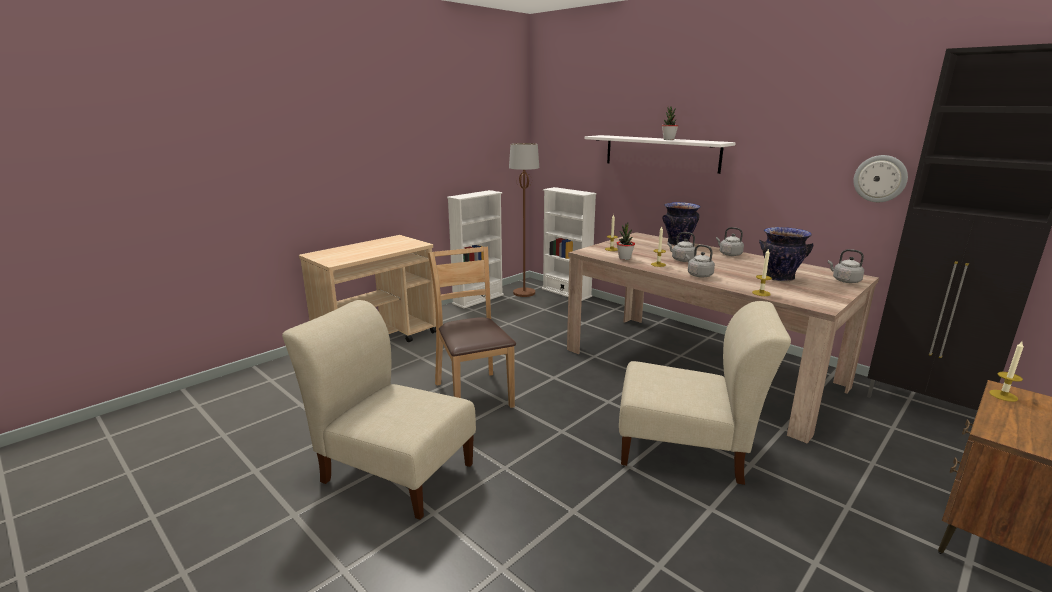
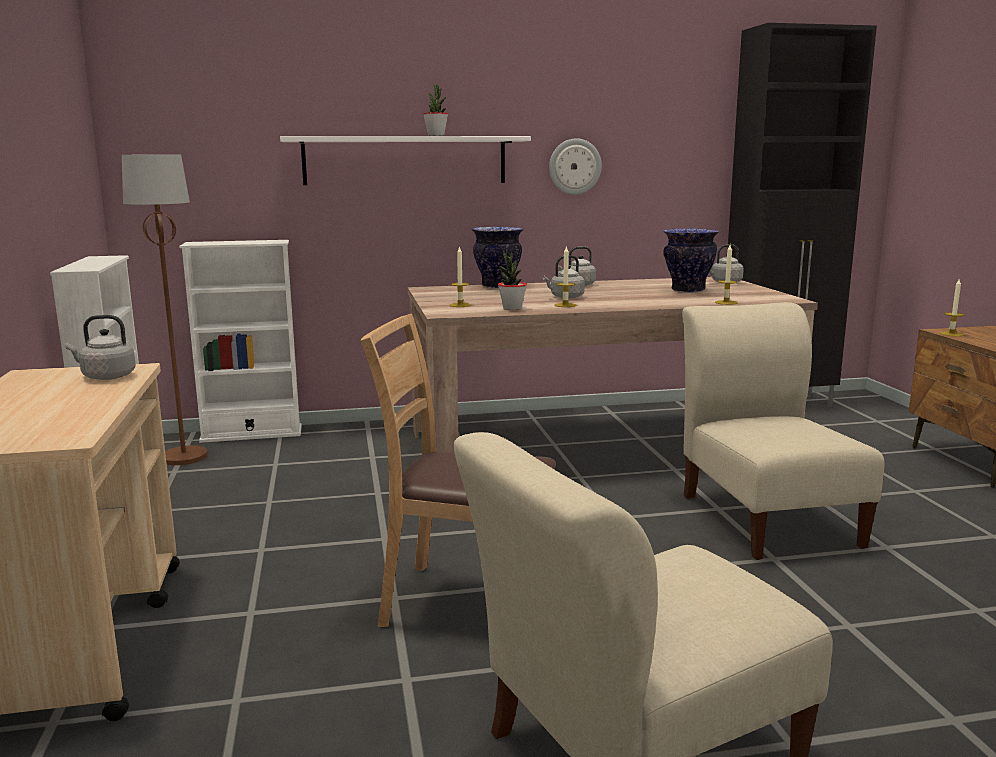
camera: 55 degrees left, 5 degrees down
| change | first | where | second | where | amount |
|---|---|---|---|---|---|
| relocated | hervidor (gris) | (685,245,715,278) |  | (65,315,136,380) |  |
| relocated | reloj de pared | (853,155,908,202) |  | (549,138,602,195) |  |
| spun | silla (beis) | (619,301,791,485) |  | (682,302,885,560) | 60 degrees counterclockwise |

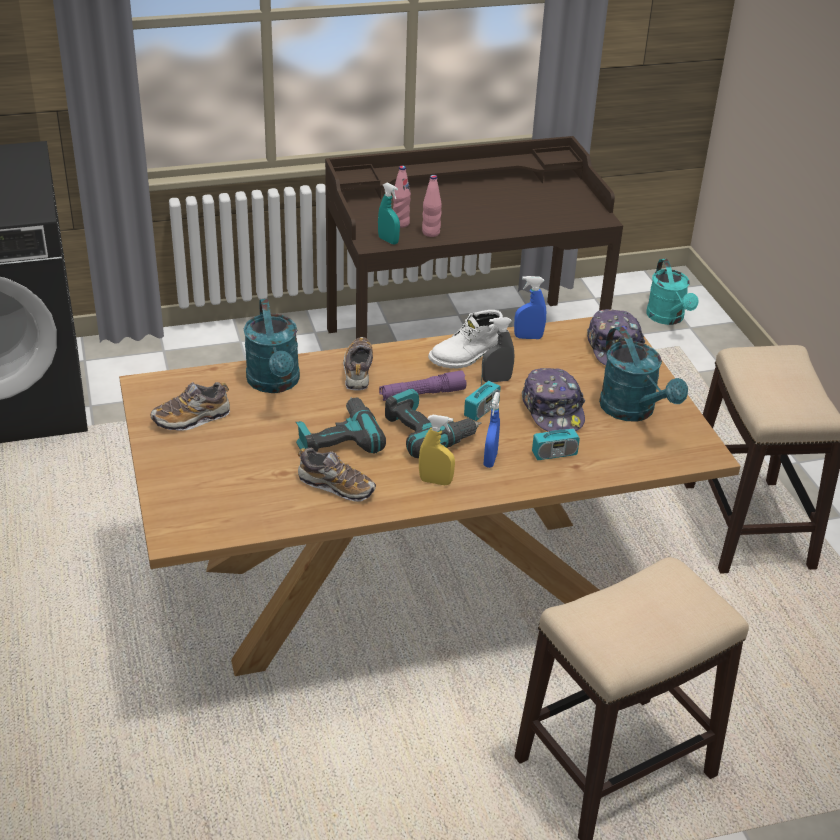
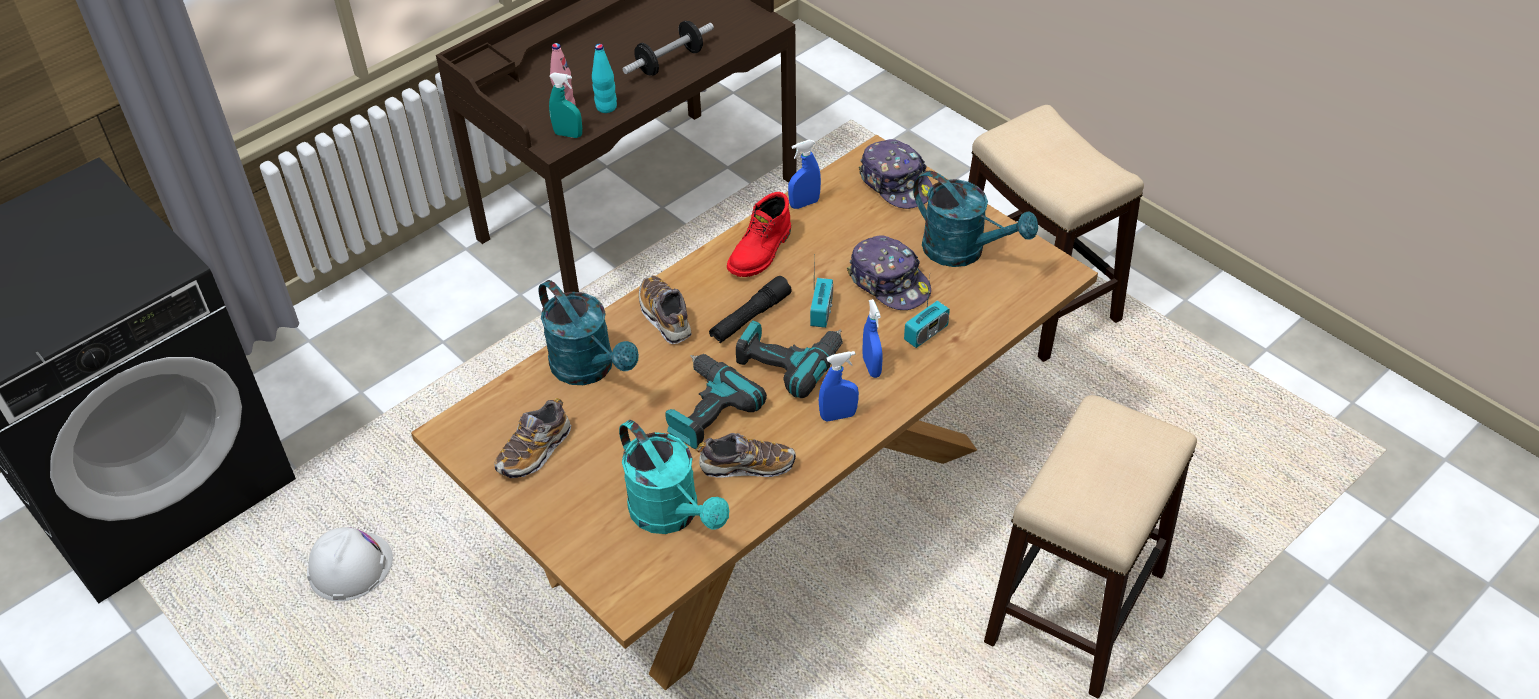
camera: 25 degrees left, 10 degrees up
| change | first | where | second | where | amount |
|---|---|---|---|---|---|
| missing | pulverizador (gris) | (482,317,514,382) |  |  |  |
| appeared |  |  | casco (blanco) | (307,527,393,601) |  |
| appeared |  |  | mancuerna | (623,21,714,76) |  |
| relocated | regadera (turquesa) | (646,259,699,325) |  | (619,420,729,534) |  |
| colour | linterna (morado) | (379,370,466,401) | linterna (negro) | (709,276,792,343) |  |
| colour | pulverizador (amarillo) | (419,415,455,485) | pulverizador (azul) | (819,351,859,422) |  |
| colour | botella (rosa) | (422,175,442,237) | botella (turquesa) | (592,44,617,113) |  |
| colour | bota (blanco) | (428,310,503,369) | bota (rojo) | (727,192,791,277) |  |

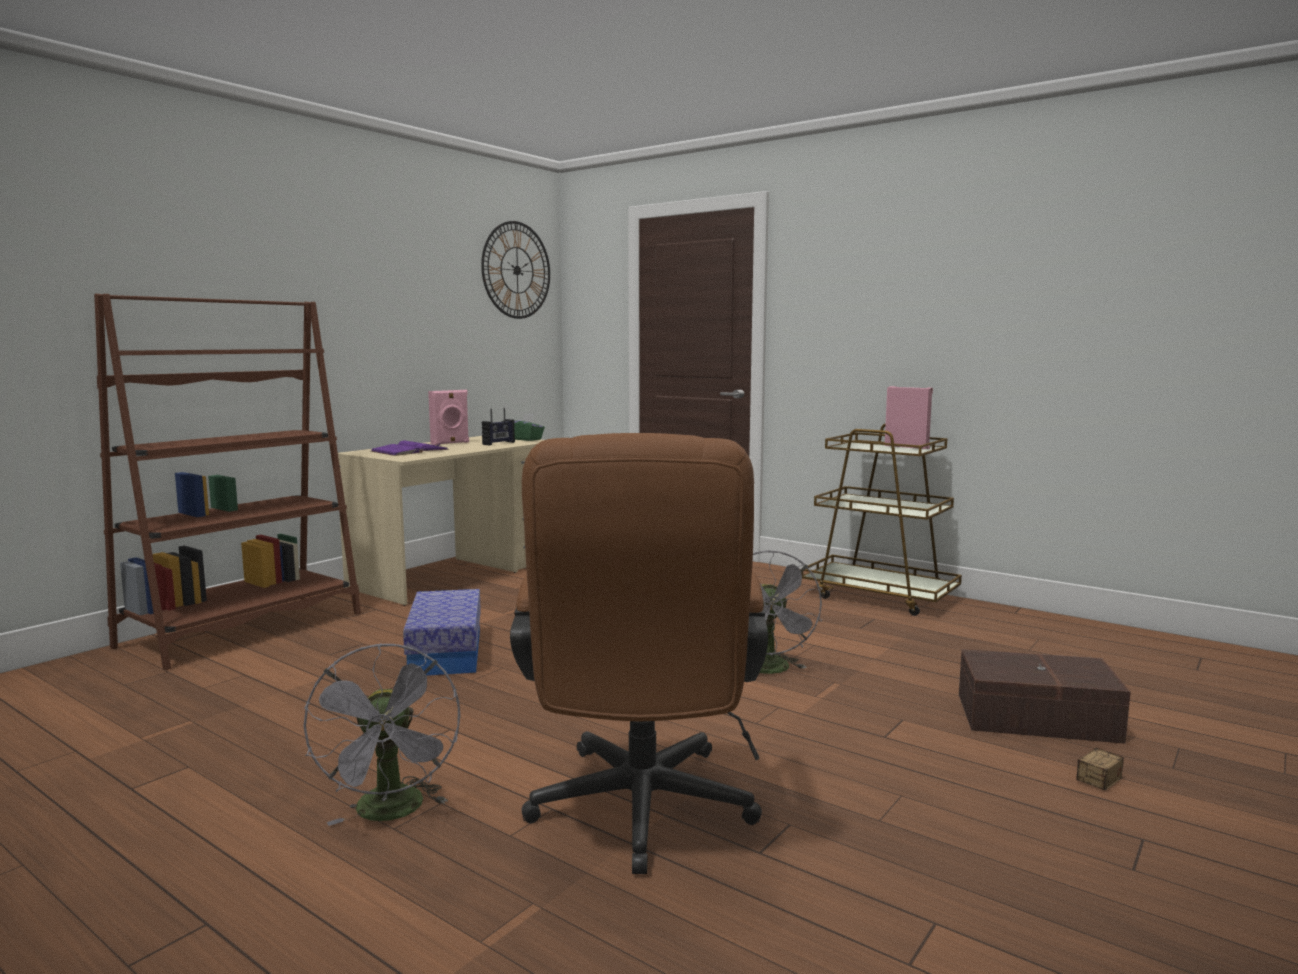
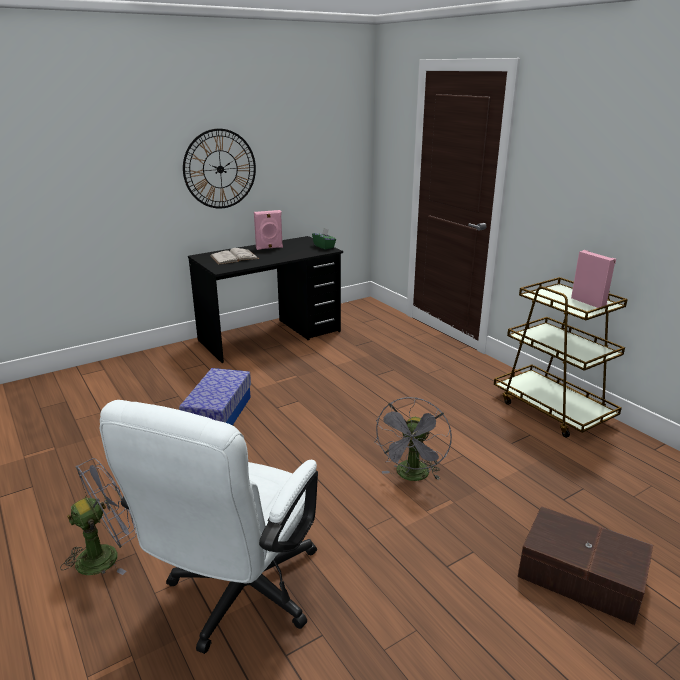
camera: 20 degrees right, 15 degrees up
| change | first | where | second | where | amount |
|---|---|---|---|---|---|
| missing | estantería (marrón) | (94,294,361,670) |  |  |  |
| missing | radio | (482,408,515,445) |  |  |  |
| missing | caja de almacenaje | (1076,735,1124,790) |  |  |  |
| relocated | reloj de pared | (481,221,550,319) |  | (183,129,256,209) |  |
| colour | escritorio (beis) | (338,436,544,606) | escritorio (negro) | (188,236,343,363) |  |
| colour | libro (morado) | (371,441,449,456) | libro (blanco) | (210,248,259,265) |  |
| colour | silla de oficina (marrón) | (510,433,768,874) | silla de oficina (blanco) | (100,400,318,654) |  |
| spun | ventilador (gris) | (303,643,460,826) |  | (60,458,136,575) | 135 degrees counterclockwise |

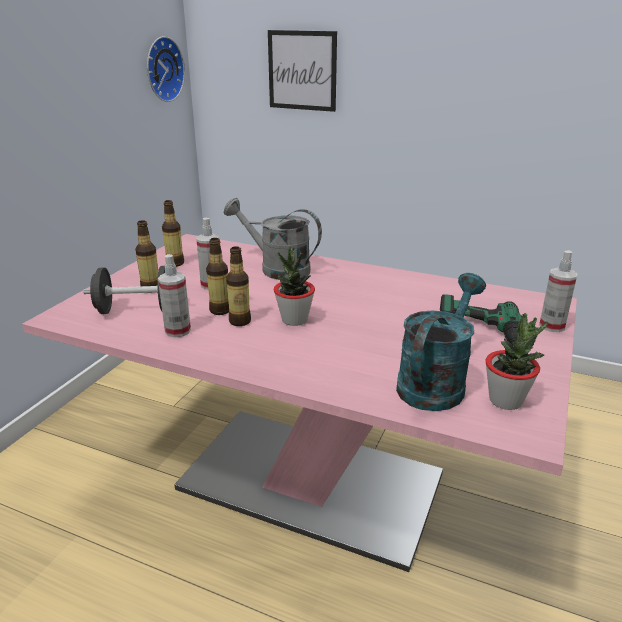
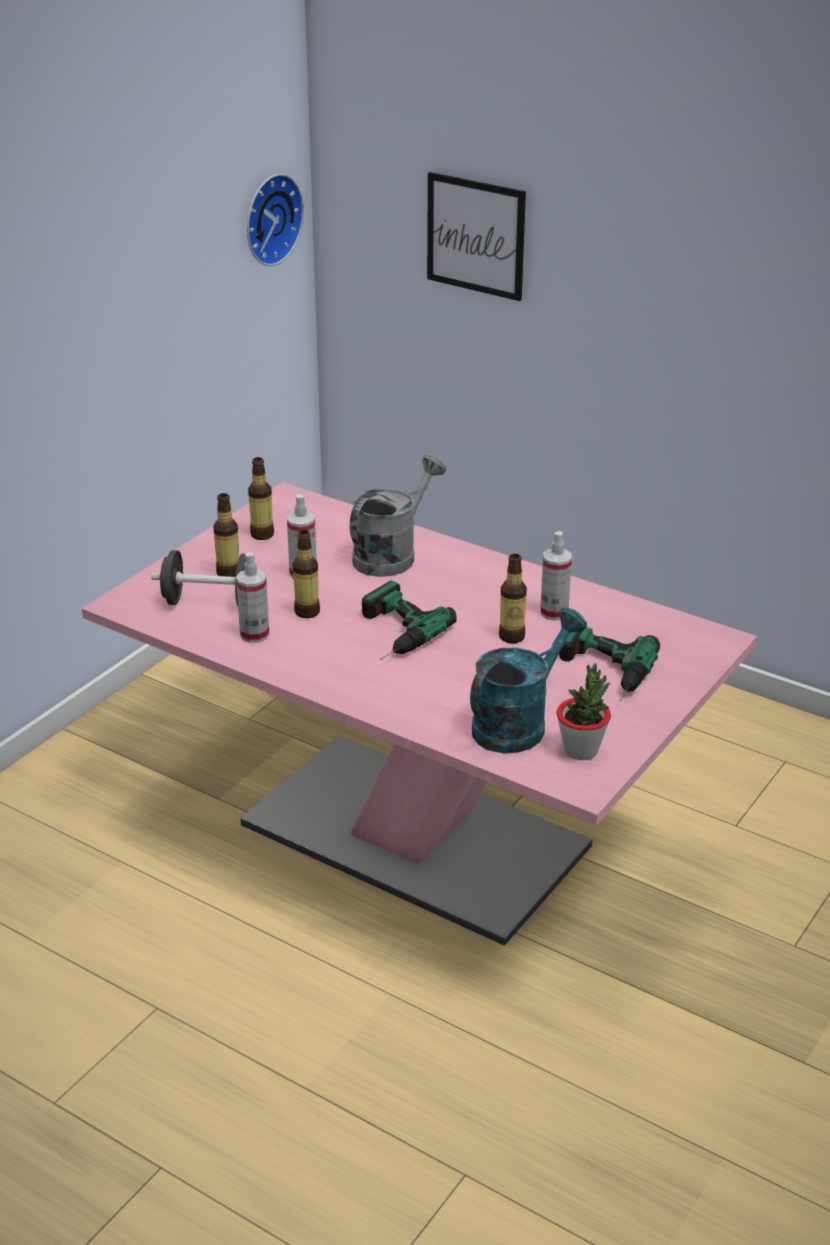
camera: 10 degrees right, 5 degrees up
| change | first | where | second | where | amount |
|---|---|---|---|---|---|
| relocated | botella | (226,246,251,326) |  | (499,554,527,644) |  |
| relocated | pulverizador | (539,250,577,332) |  | (540,531,572,621) |  |
| exchanged | planta en maceta | (274,247,315,326) | taladro | (362,581,456,660) |  |
| spun | regadera (gris) | (224,198,322,280) |  | (350,455,446,577) | 90 degrees clockwise |

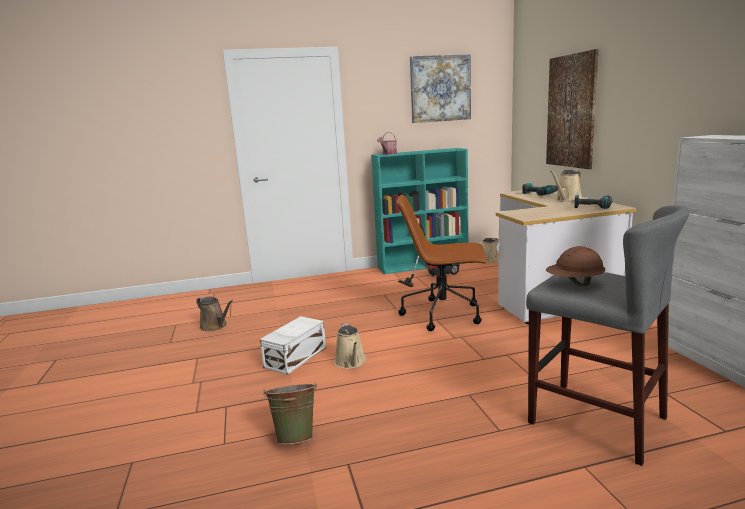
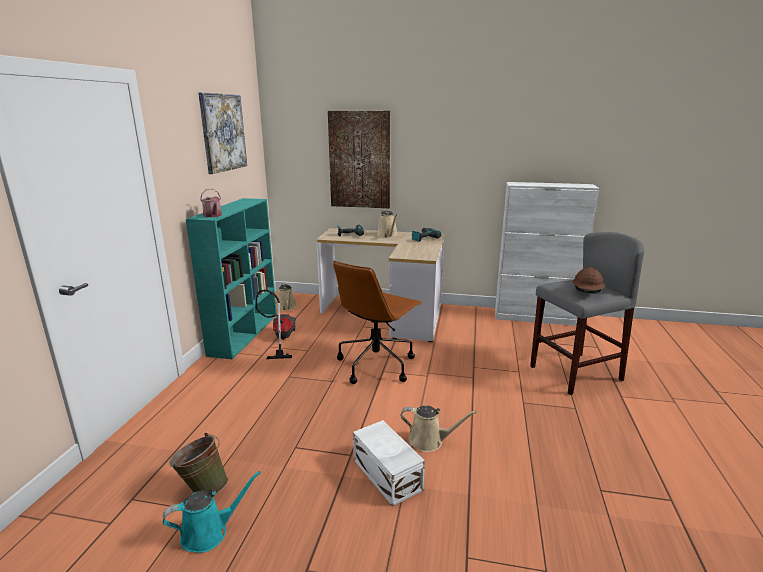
camera: 65 degrees left, 5 degrees up
| change | first | where | second | where | amount |
|---|---|---|---|---|---|
| relocated | cubo (verde) | (263,383,317,445) |  | (169,433,228,495) |  |
| colour | regadera (marrón) | (196,297,233,331) | regadera (turquesa) | (163,471,261,553) |  |

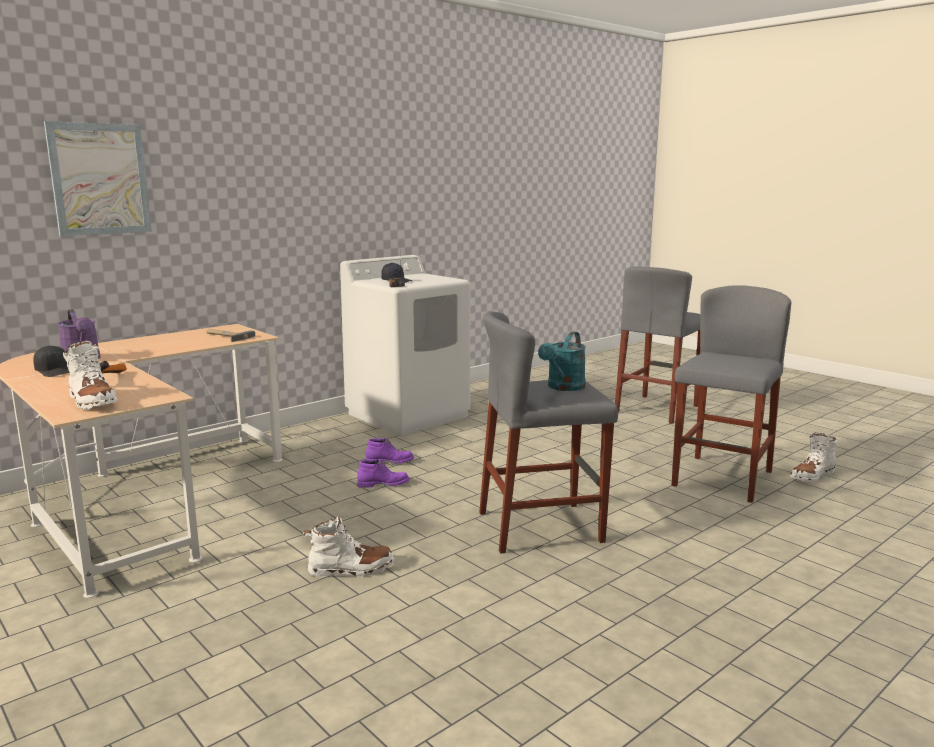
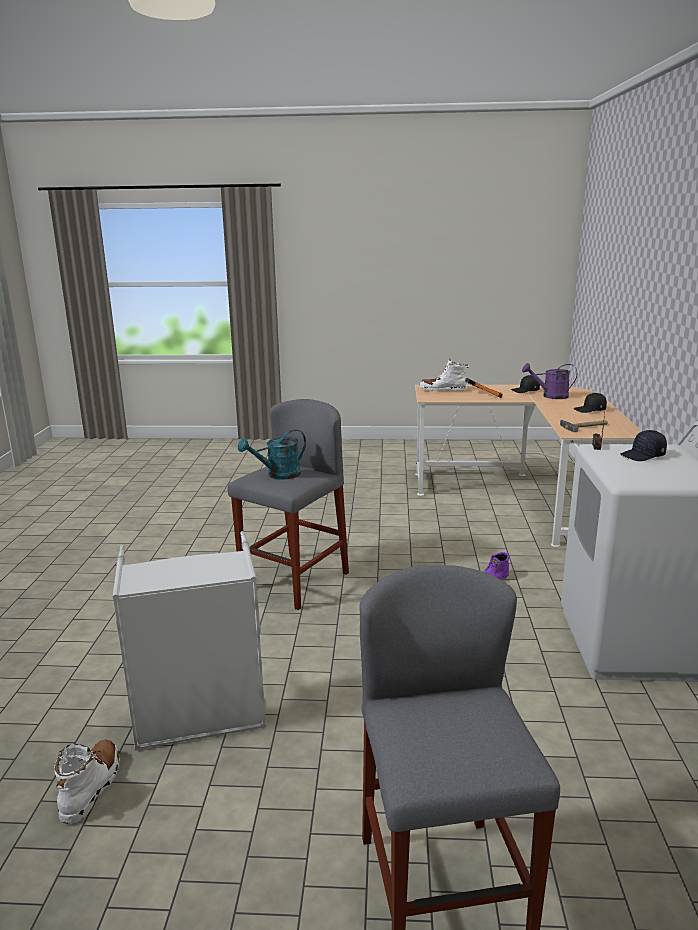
camera: 135 degrees right, 5 degrees up
| change | first | where | second | where | amount |
|---|---|---|---|---|---|
| missing | cuadro | (44,121,152,236) |  |  |  |
| missing | bota (blanco) | (303,516,395,577) |  |  |  |
| missing | bota (morado) | (357,459,410,488) |  |  |  |
| appeared |  |  | gorra (negro) | (574,393,607,413) |  |
| exchanged | taburete (gris) | (672,285,792,503) | cesto de la ropa (gris) | (112,531,267,751) |  |
| spun | regadera (turquesa) | (538,332,586,391) |  | (238,429,306,480) | 105 degrees counterclockwise |

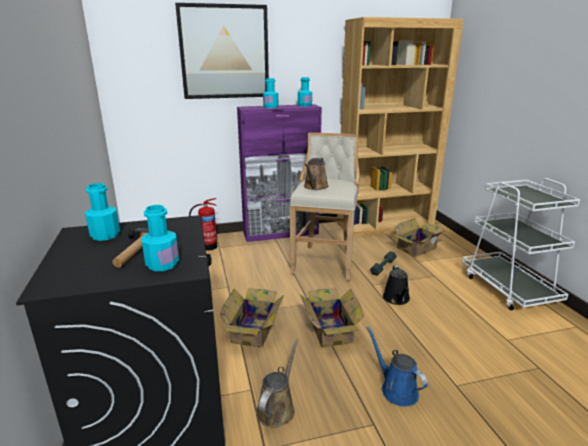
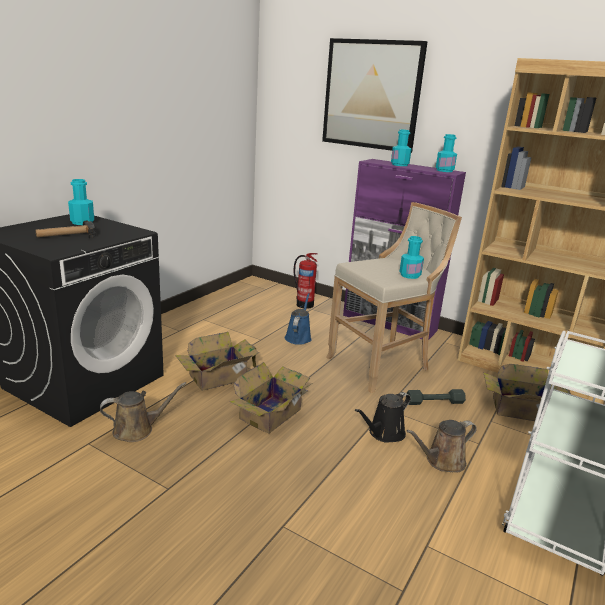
camera: 45 degrees right, 0 degrees up
| change | first | where | second | where | amount |
|---|---|---|---|---|---|
| relocated | botella (turquesa) | (142,205,179,271) |  | (399,236,424,279) |  |
| relocated | regadera (marrón) | (304,157,329,190) |  | (406,420,477,473) |  |
| relocated | regadera (azul) | (367,327,428,407) |  | (285,293,312,345) |  |

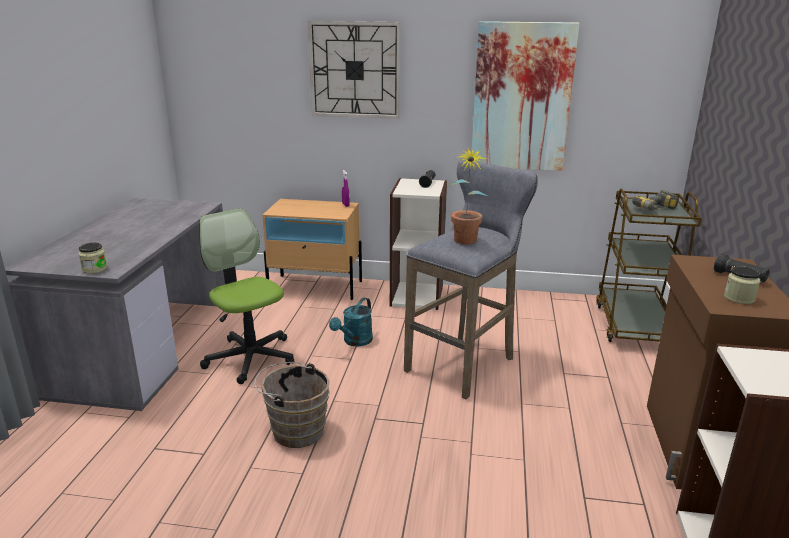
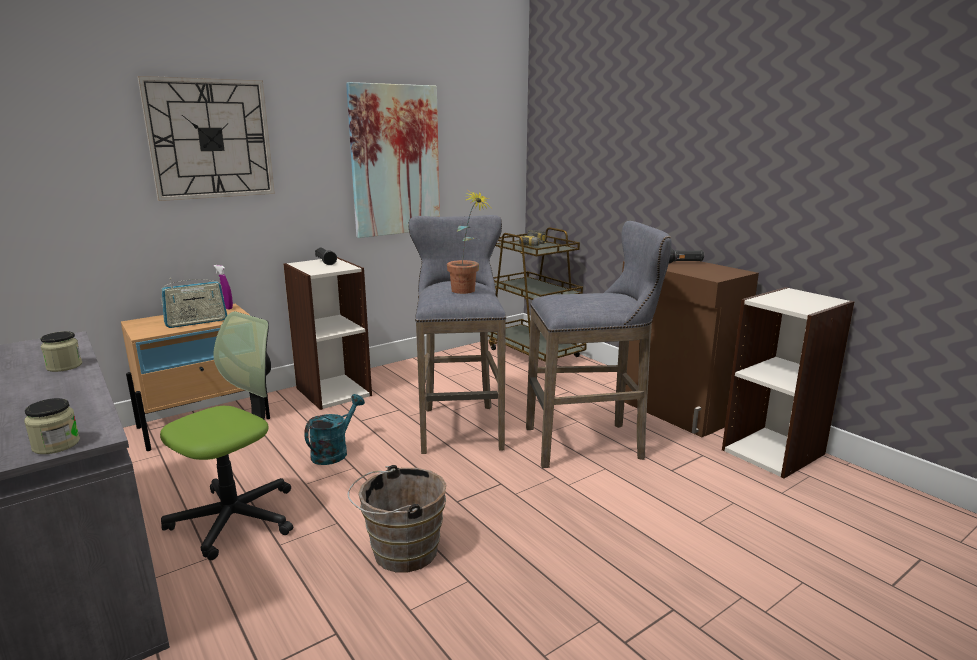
camera: 45 degrees left, 5 degrees down
| change | first | where | second | where | amount |
|---|---|---|---|---|---|
| appeared |  |  | radio | (160,278,227,328) |  |
| appeared |  |  | taburete (gris) | (526,221,672,468) |  |
| relocated | tarro | (724,266,761,304) |  | (41,331,82,372) |  |
| spun | silla de oficina | (199,208,294,384) |  | (160,311,293,560) | 120 degrees clockwise |
| spun | regadera (turquesa) | (329,298,373,346) |  | (304,394,365,465) | 135 degrees counterclockwise |

